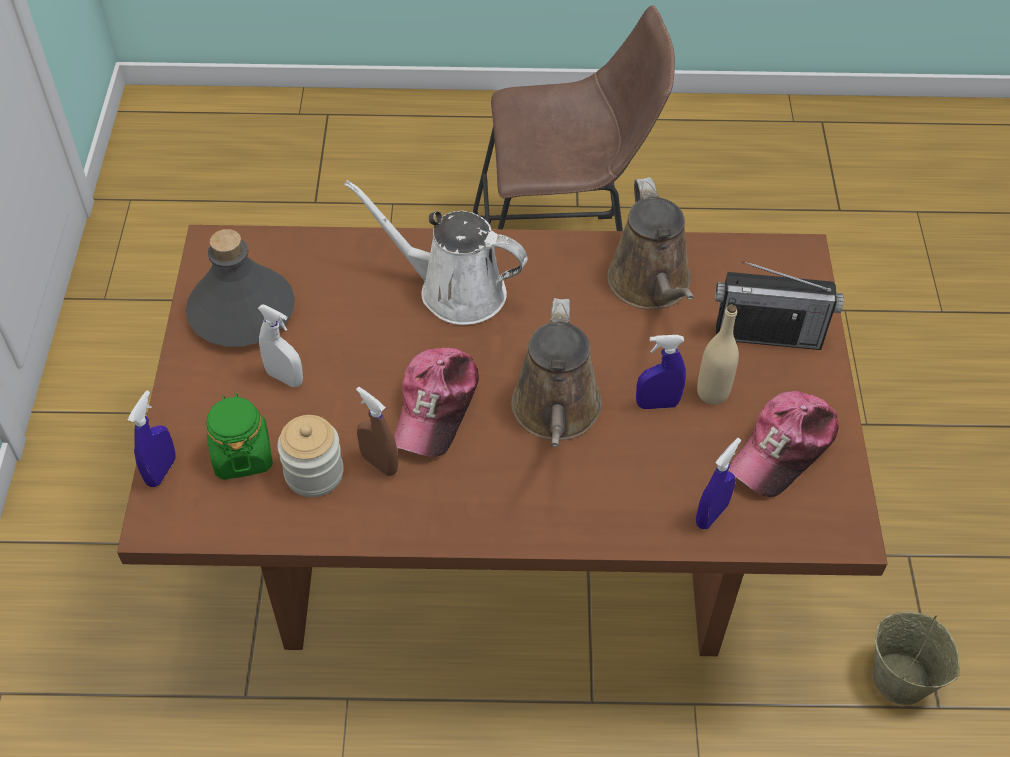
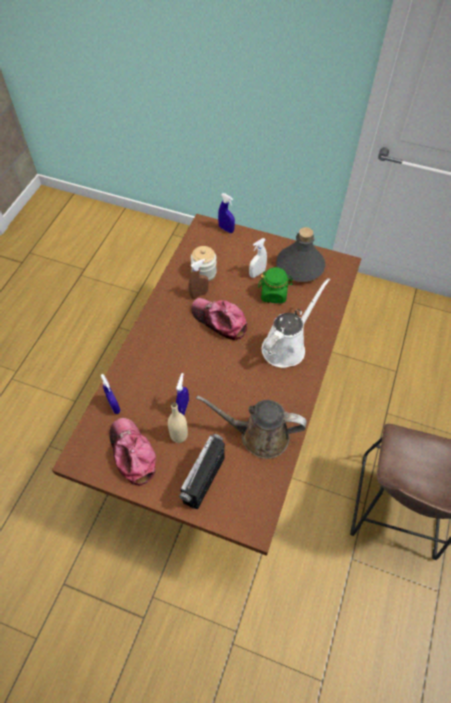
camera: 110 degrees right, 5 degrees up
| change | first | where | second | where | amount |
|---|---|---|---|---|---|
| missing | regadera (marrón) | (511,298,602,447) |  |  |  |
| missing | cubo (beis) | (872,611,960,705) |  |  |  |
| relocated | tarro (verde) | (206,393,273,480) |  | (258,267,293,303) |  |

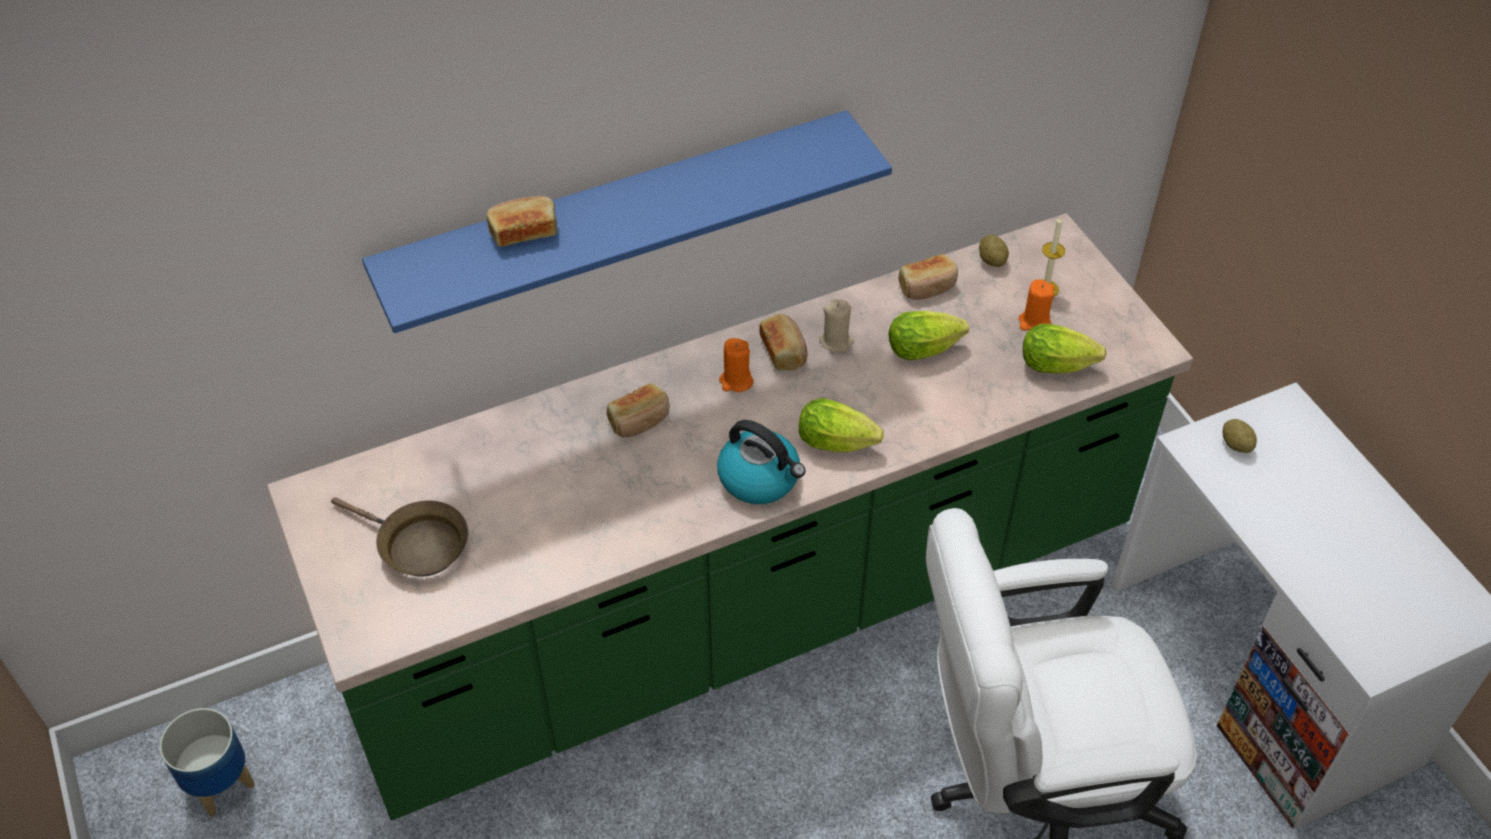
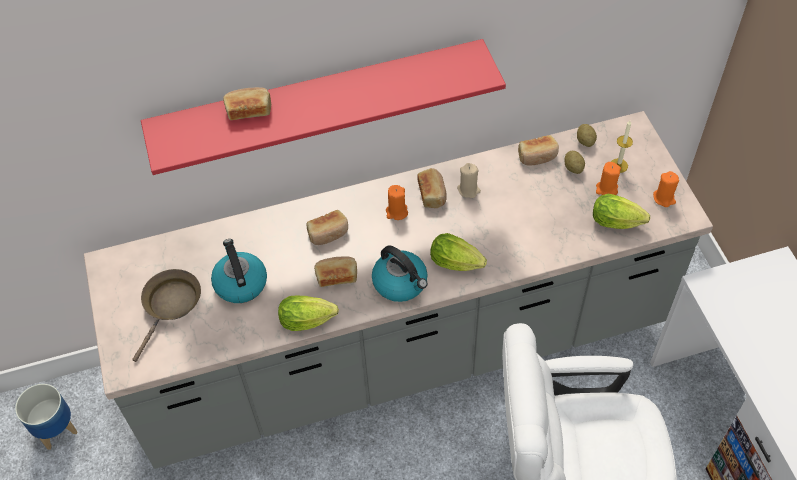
camera: 10 degrees right, 5 degrees up
| change | first | where | second | where | amount |
|---|---|---|---|---|---|
| appeared |  |  | hervidor | (211,239,267,303) |  |
| appeared |  |  | pan | (314,256,357,287) |  |
| appeared |  |  | vela (naranja) | (653,171,679,207) |  |
| relocated | lechuga | (889,311,969,360) |  | (278,296,339,331) |  |
| relocated | patata | (1223,419,1257,453) |  | (564,151,585,174) |  |
| colour | mueble bajo de cocina (verde) | (267,213,1193,821) | mueble bajo de cocina (gris) | (84,111,713,469) |  |
| colour | estante (azul) | (362,110,892,333) | estante (rojo) | (141,39,506,175) |  |
| spun | sartén (marrón) | (331,497,468,577) |  | (132,269,201,362) | 105 degrees counterclockwise |

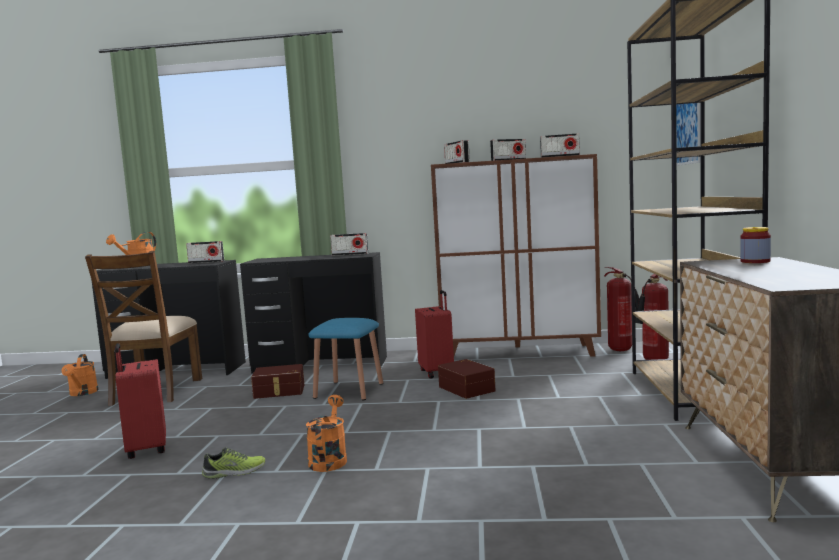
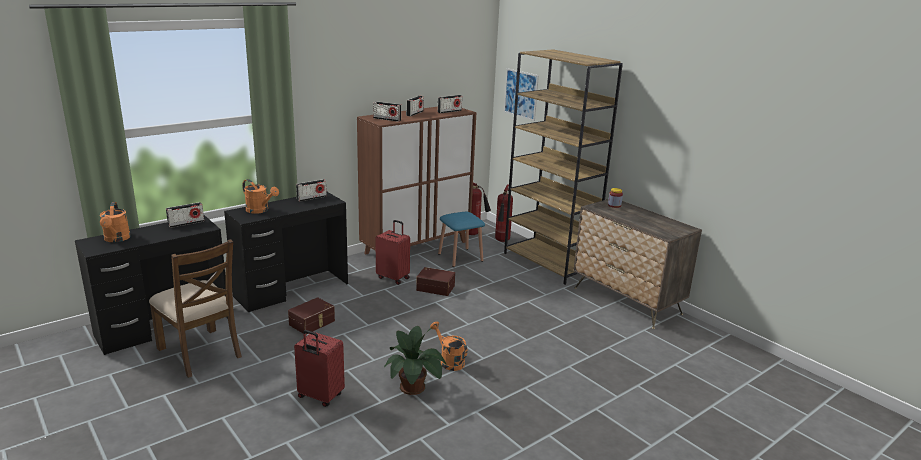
camera: 45 degrees left, 15 degrees up
| change | first | where | second | where | amount |
|---|---|---|---|---|---|
| relocated | regadera (naranja) | (61,354,99,396) |  | (242,179,279,214) |  |
| relocated | taburete (azul) | (308,318,383,400) |  | (438,212,485,267) |  |
| exchanged | zapato | (202,447,265,479) | planta en maceta | (384,326,447,395) |  |

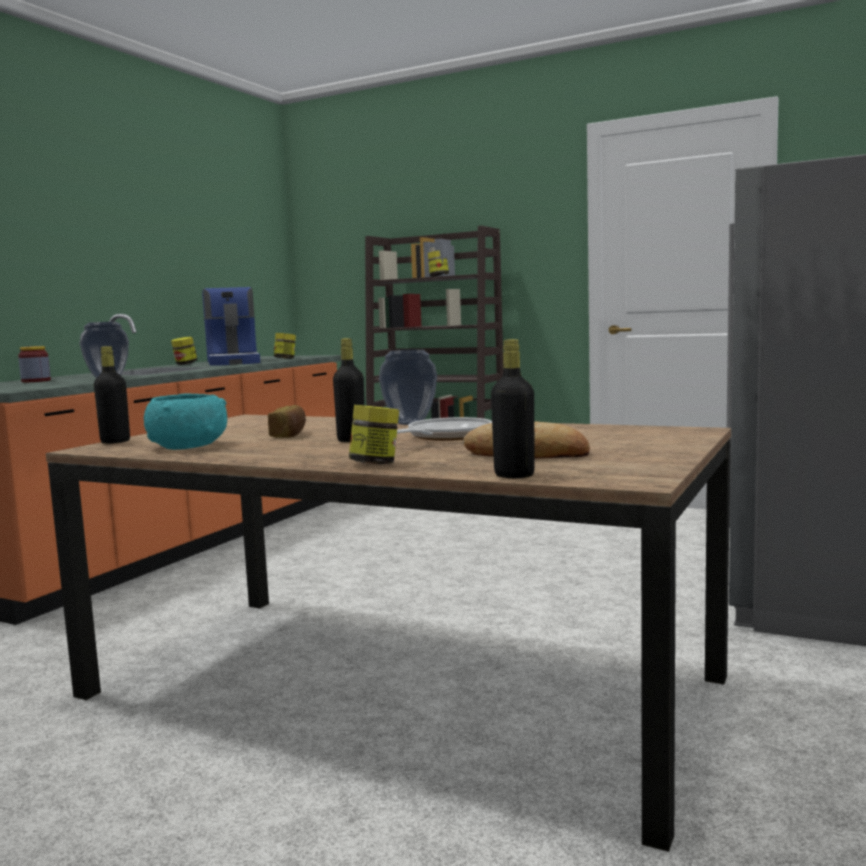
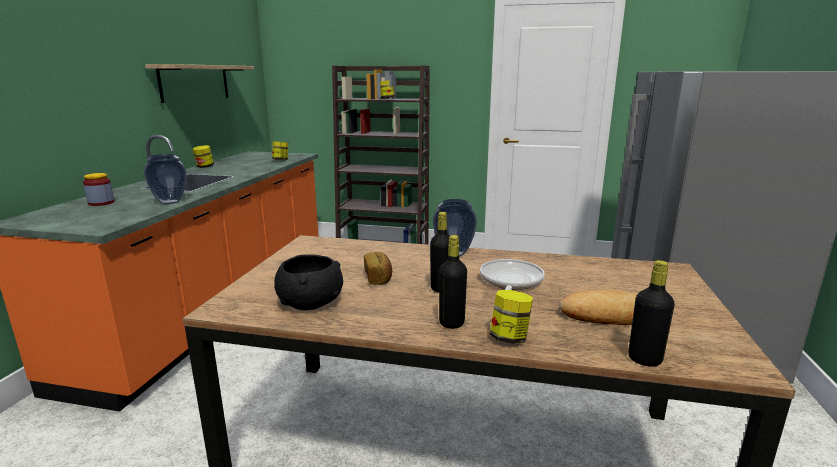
camera: 15 degrees left, 10 degrees up
| change | first | where | second | where | amount |
|---|---|---|---|---|---|
| missing | cafetera | (202,287,260,366) |  |  |  |
| appeared |  |  | estante | (145,64,254,103) |  |
| relocated | botella (negro) | (94,346,130,444) |  | (439,235,467,329) |  |
| colour | cuenco (turquesa) | (144,394,227,450) | cuenco (negro) | (274,254,343,310) |  |

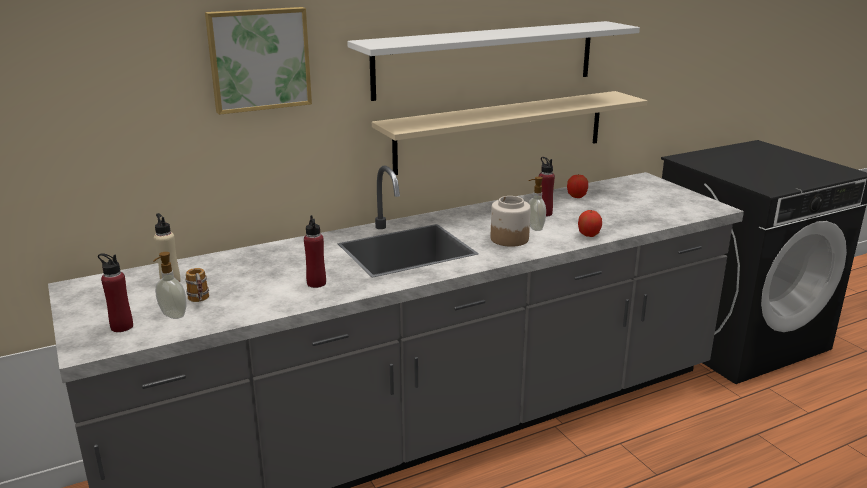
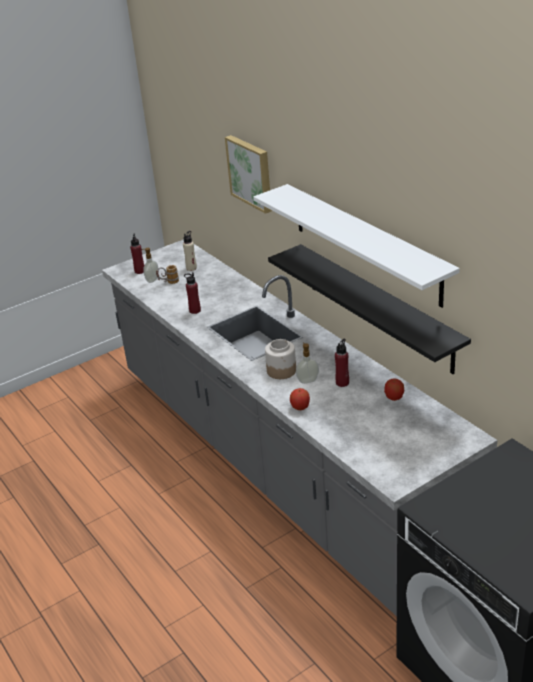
camera: 85 degrees right, 10 degrees up
| change | first | where | second | where | amount |
|---|---|---|---|---|---|
| colour | estante (beis) | (372,91,647,175) | estante (negro) | (268,244,471,375) |  |

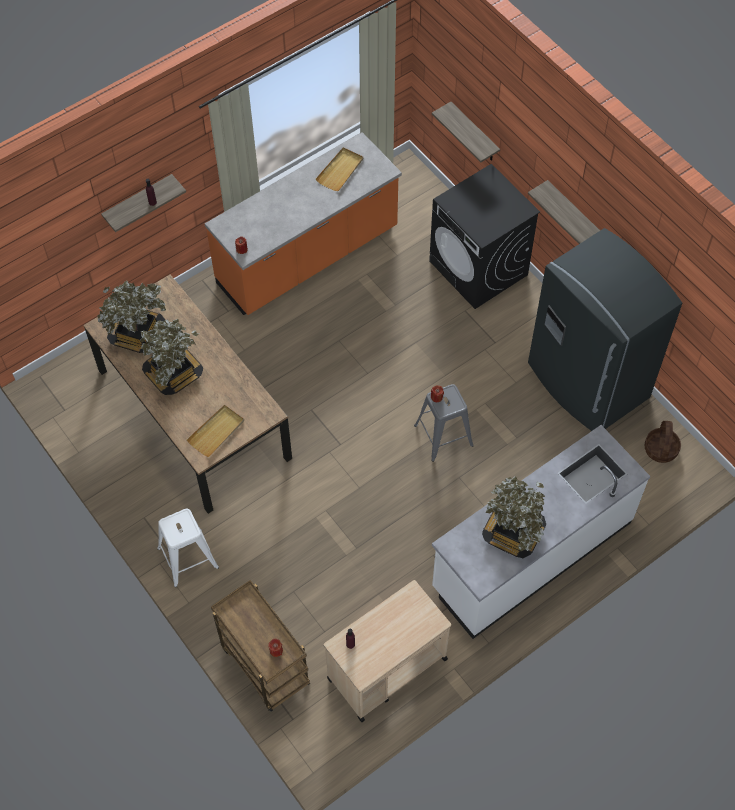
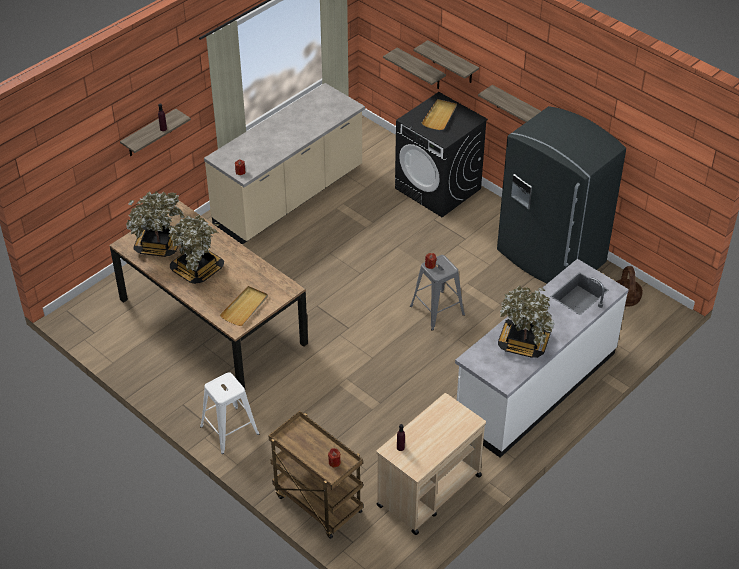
camera: 10 degrees left, 15 degrees down
| change | first | where | second | where | amount |
|---|---|---|---|---|---|
| appeared |  |  | estante | (414,40,479,83) |  |
| relocated | bandeja (beis) | (316,147,363,191) |  | (422,99,457,130) |  |
| colour | mueble bajo de cocina (naranja) | (205,132,402,315) | mueble bajo de cocina (beis) | (204,83,365,244) |  |

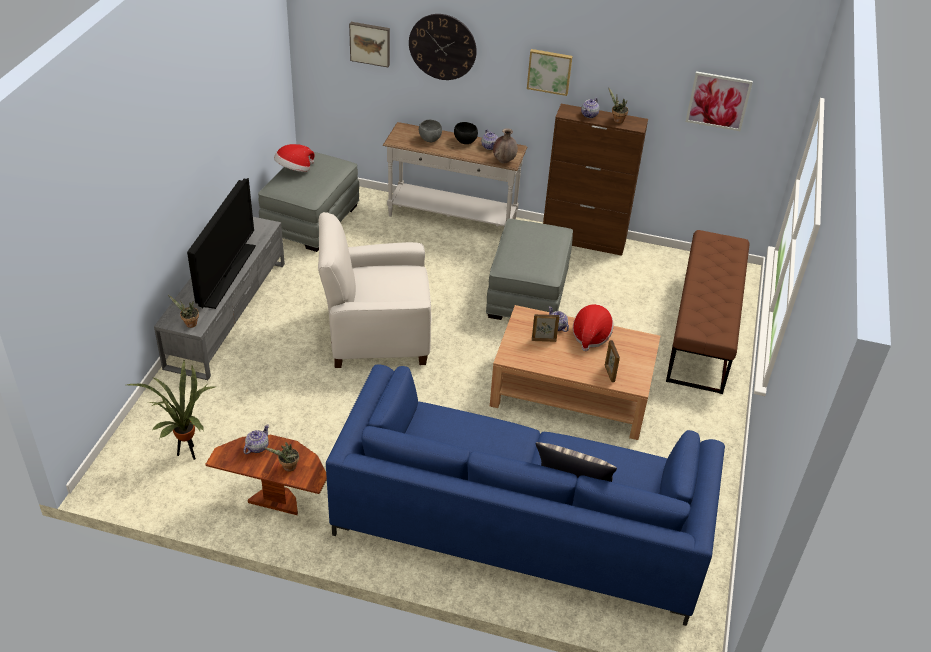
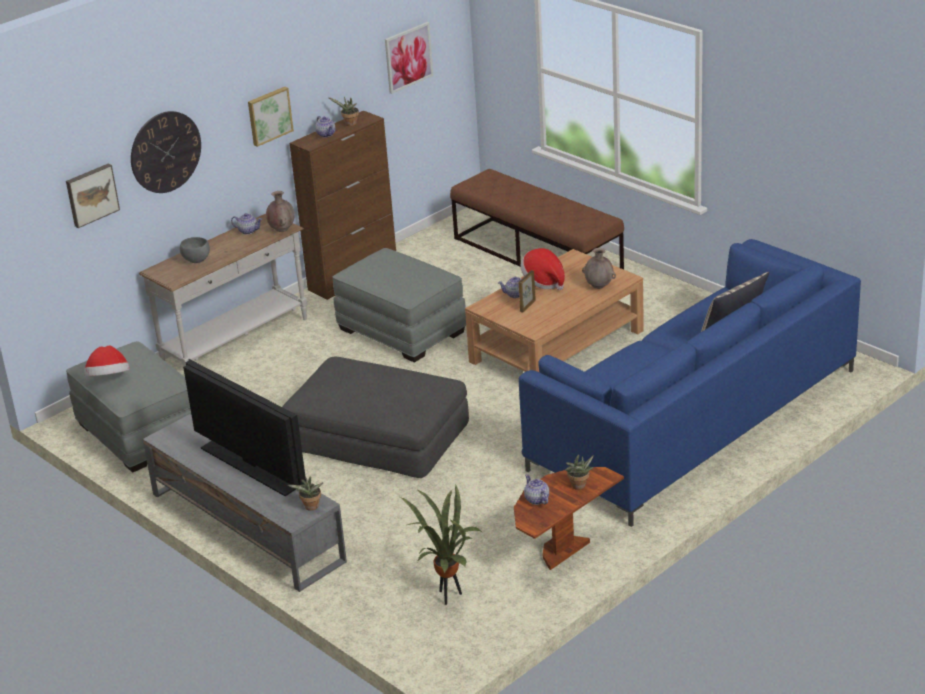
camera: 55 degrees left, 10 degrees down
| change | first | where | second | where | amount |
|---|---|---|---|---|---|
| missing | cuenco (negro) | (454,122,478,144) |  |  |  |
| exchanged | sillón (blanco) | (318,212,431,368) | puf (gris) | (282,357,469,478) |  |
| exchanged | portarretratos | (605,340,620,382) | florero (marrón) | (582,248,616,289) |  |

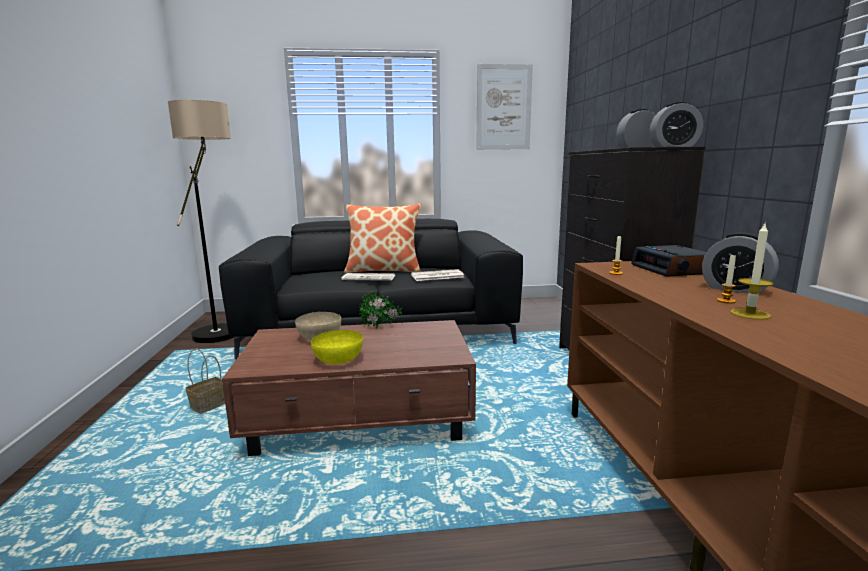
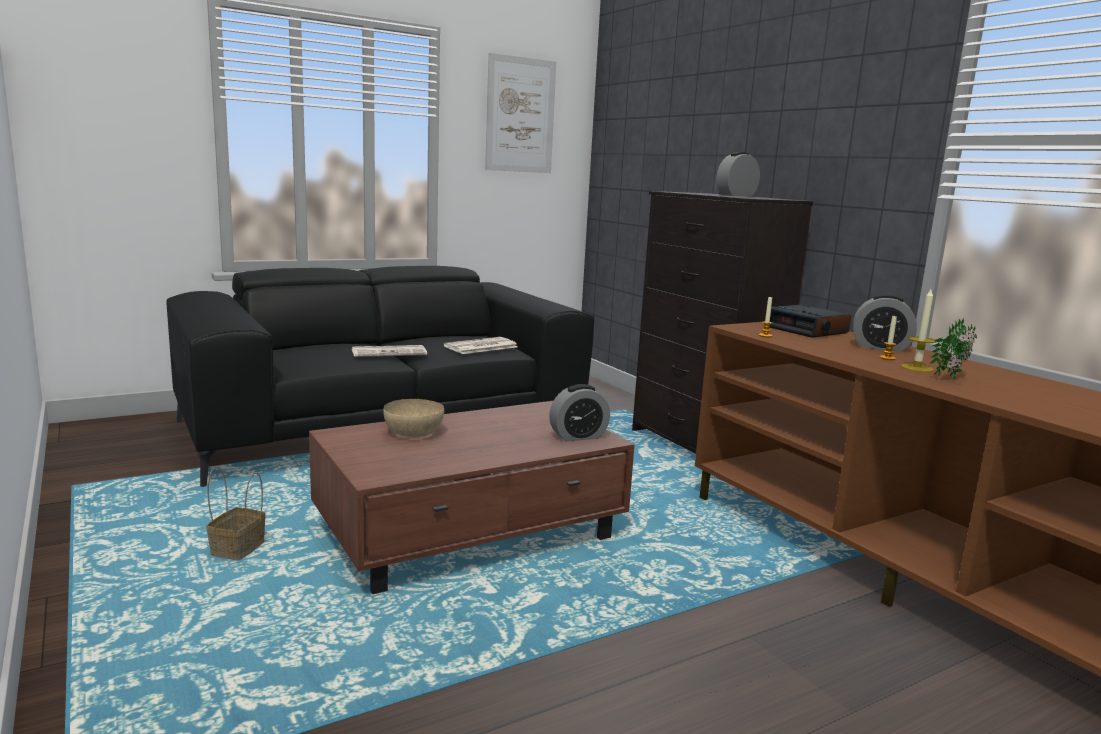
camera: 25 degrees left, 0 degrees up
| change | first | where | second | where | amount |
|---|---|---|---|---|---|
| missing | lámpara de pie | (168,100,234,343) |  |  |  |
| missing | cuenco (amarillo) | (311,330,363,364) |  |  |  |
| missing | cojín | (344,203,421,273) |  |  |  |
| relocated | planta en maceta | (359,291,403,329) |  | (930,317,977,379) |  |
| relocated | despertador | (650,102,703,147) |  | (549,384,610,442) |  |

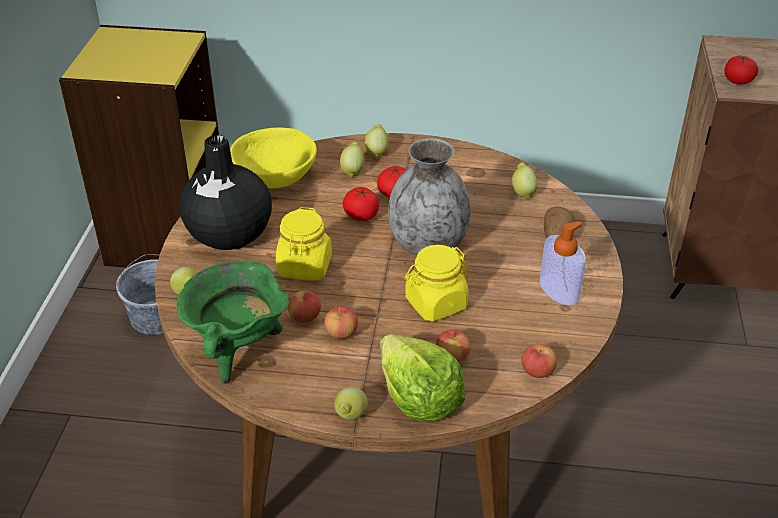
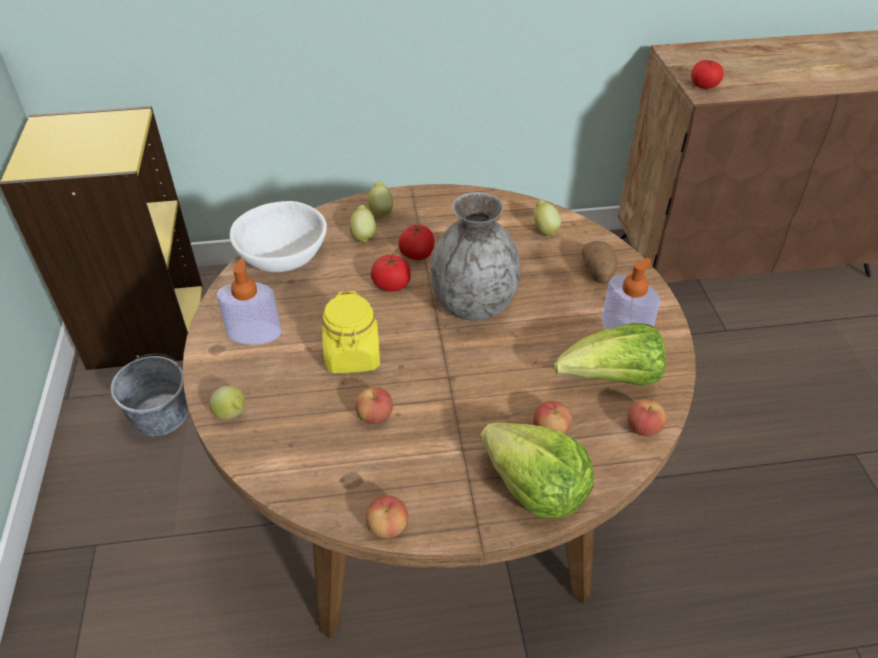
camera: 15 degrees left, 5 degrees up
| change | first | where | second | where | amount |
|---|---|---|---|---|---|
| missing | olla (verde) | (177,261,289,384) |  |  |  |
| missing | limón | (334,387,368,420) |  |  |  |
| missing | tarro (amarillo) | (405,245,469,322) |  |  |  |
| appeared |  |  | lechuga | (554,323,666,386) |  |
| relocated | manzana | (324,306,358,339) |  | (366,496,408,538) |  |
| exchanged | florero (negro) | (179,135,272,250) | dispensador de jabón | (217,259,281,345) |  |
| colour | cuenco (amarillo) | (230,128,317,188) | cuenco (blanco) | (230,201,327,272) |  |

